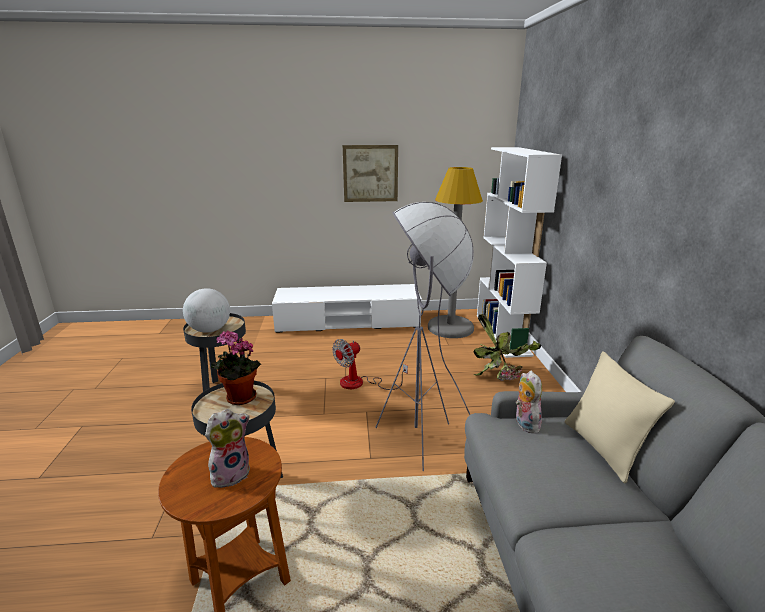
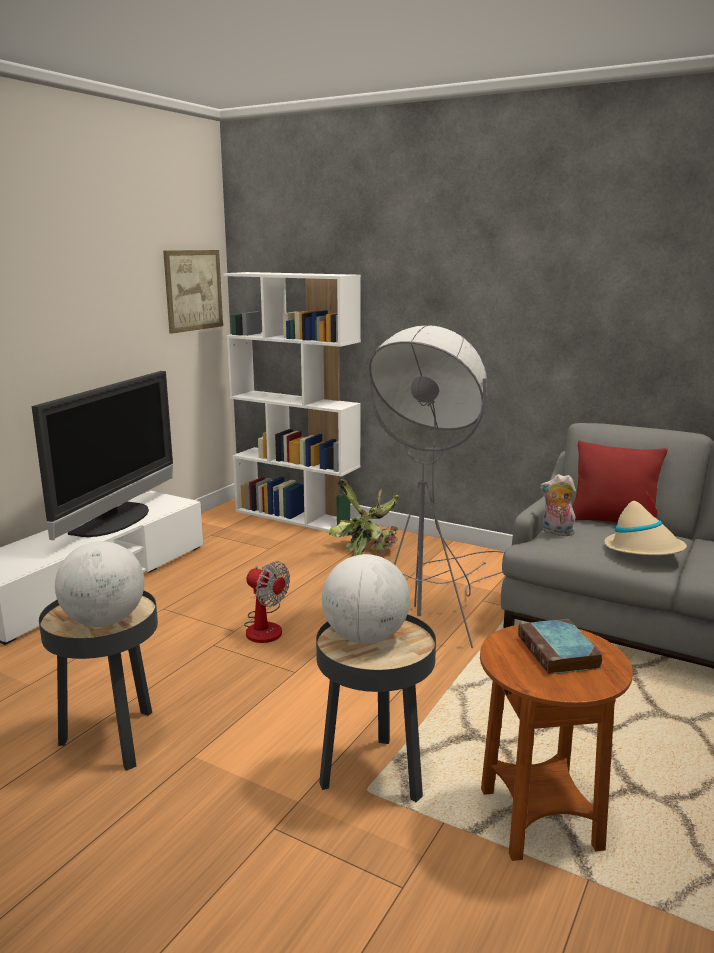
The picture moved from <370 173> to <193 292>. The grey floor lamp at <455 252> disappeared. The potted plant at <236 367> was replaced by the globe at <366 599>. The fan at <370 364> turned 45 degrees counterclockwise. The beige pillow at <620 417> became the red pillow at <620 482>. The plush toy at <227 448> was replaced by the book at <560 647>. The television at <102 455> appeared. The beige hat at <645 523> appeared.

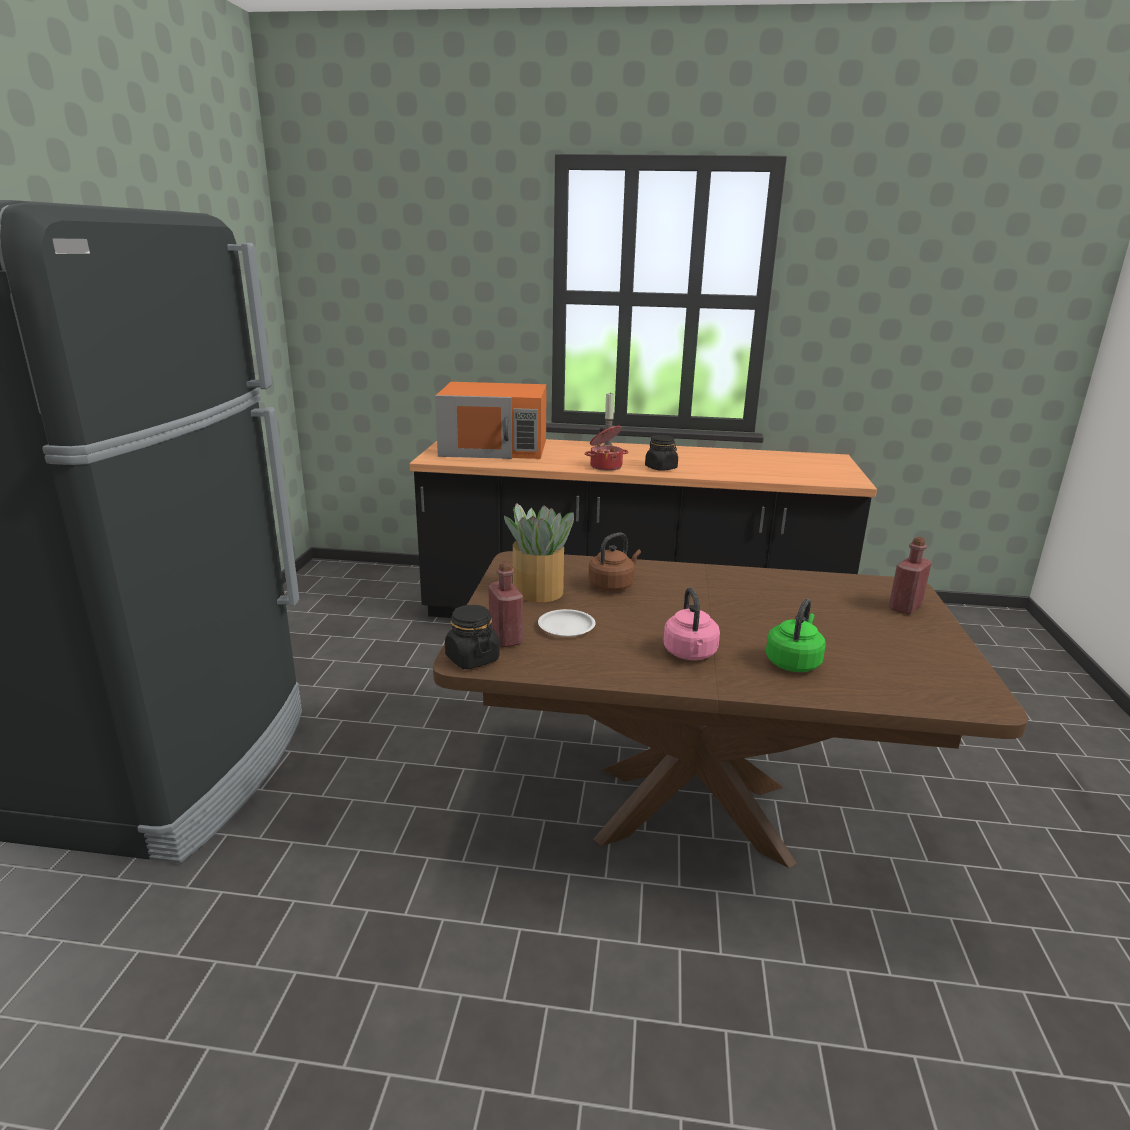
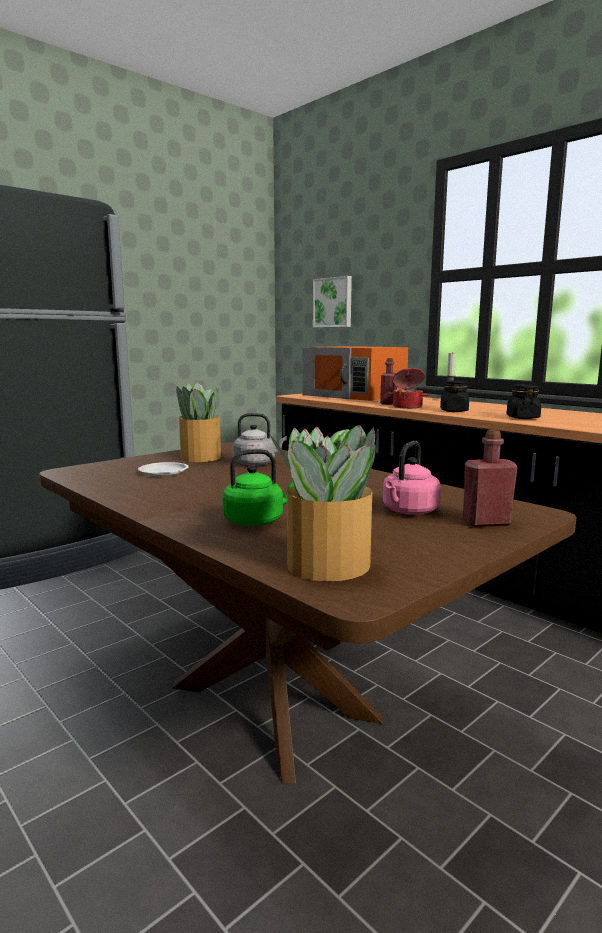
The brown kettle at <614 562> became the grey kettle at <260 439>. The red bottle moved from <505 604> to <388 381>. The pink kettle moved from <692 623> to <412 478>. The black jar moved from <472 637> to <524 401>. The picture at <332 301> appeared. The potted plant at <323 503> appeared.

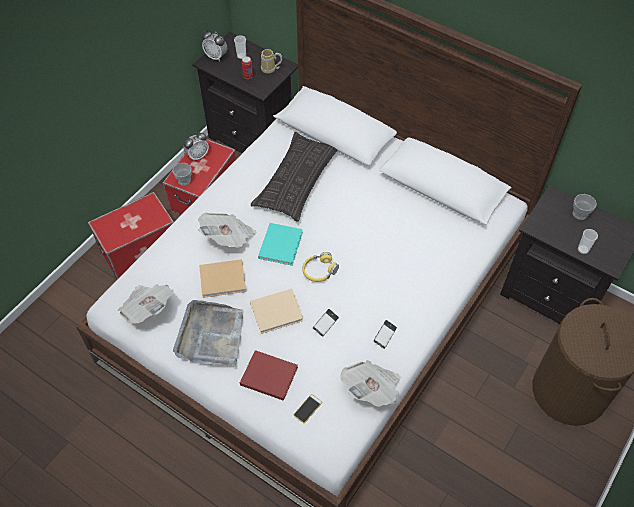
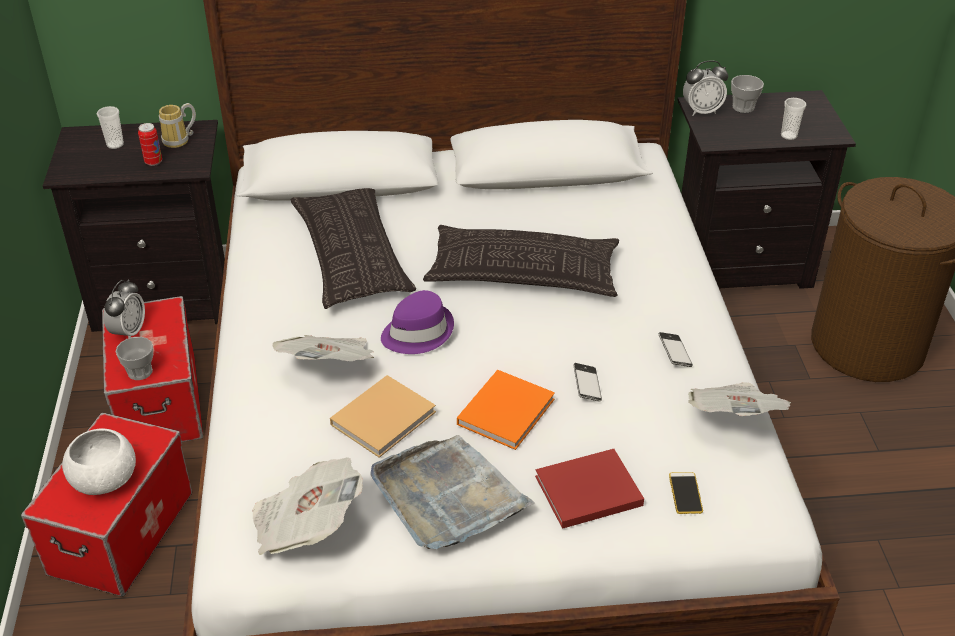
The alarm clock moved from <214 46> to <705 88>. The turquoise book at <280 244> was replaced by the purple hat at <417 322>. The yellow headphones at <320 267> disappeared. The beige book at <276 311> became the orange book at <506 410>. The pillow at <521 261> appeared. The white bowl at <99 462> appeared.

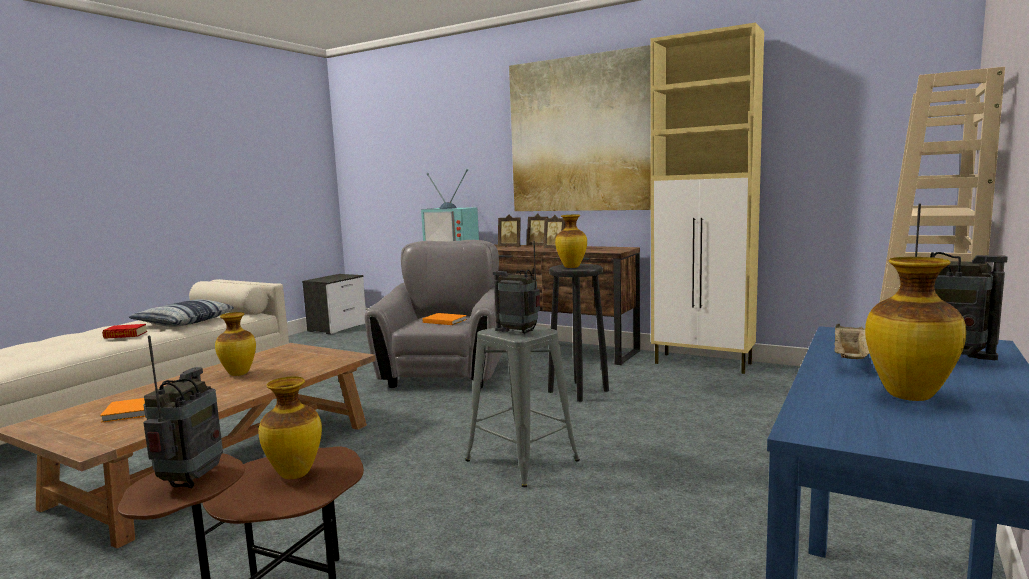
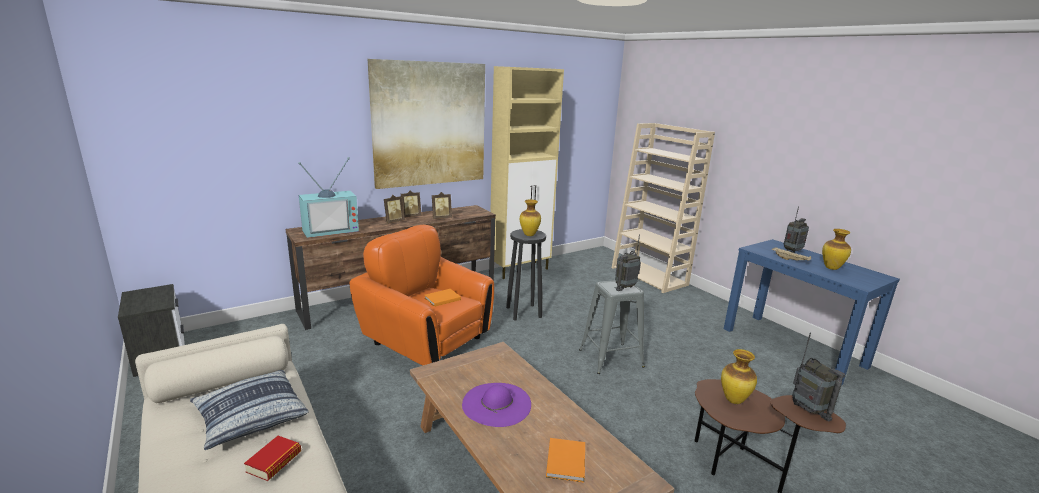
The grey armchair at <434 314> became the orange armchair at <422 295>. The vase at <235 344> was replaced by the purple hat at <496 405>. The radio at <183 412> turned 150 degrees counterclockwise.

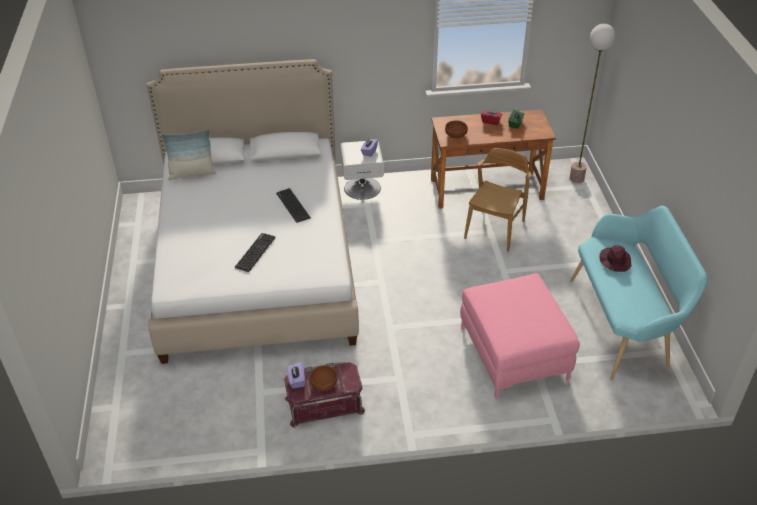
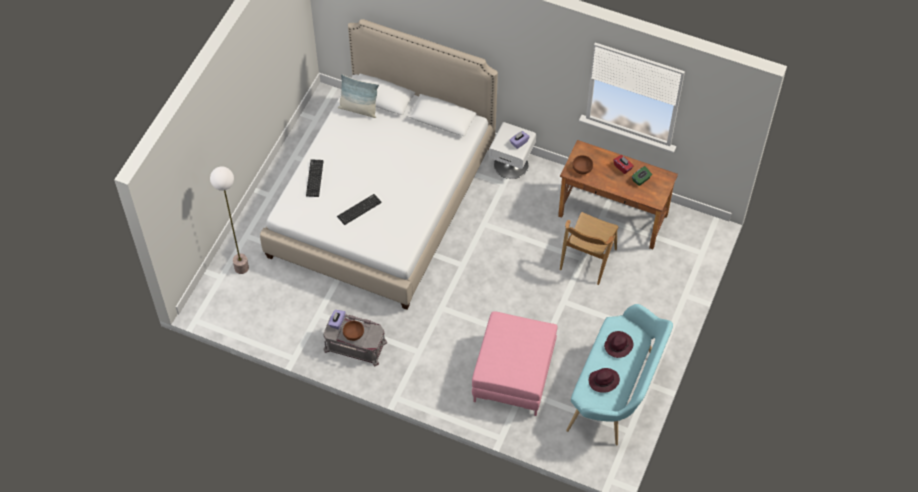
The floor lamp moved from <593 103> to <229 220>. The brown chair at <497 200> turned 150 degrees clockwise. The keyboard moved from <293 205> to <315 178>. The red storage box at <324 395> became the grey storage box at <355 340>. The purple hat at <604 380> appeared.

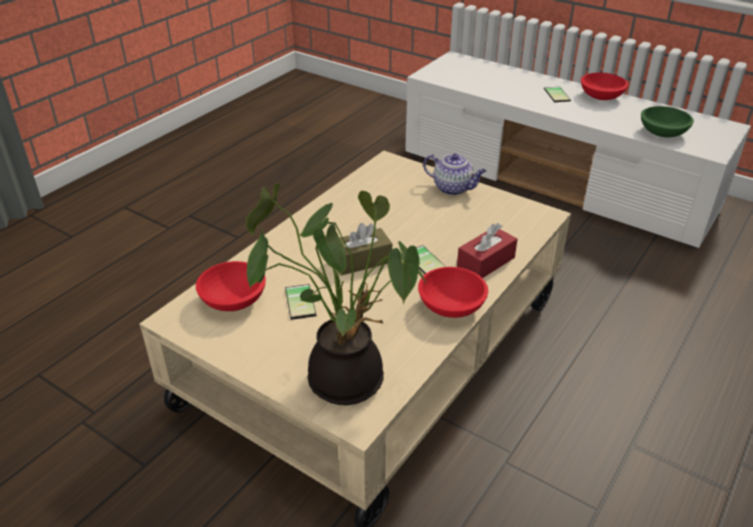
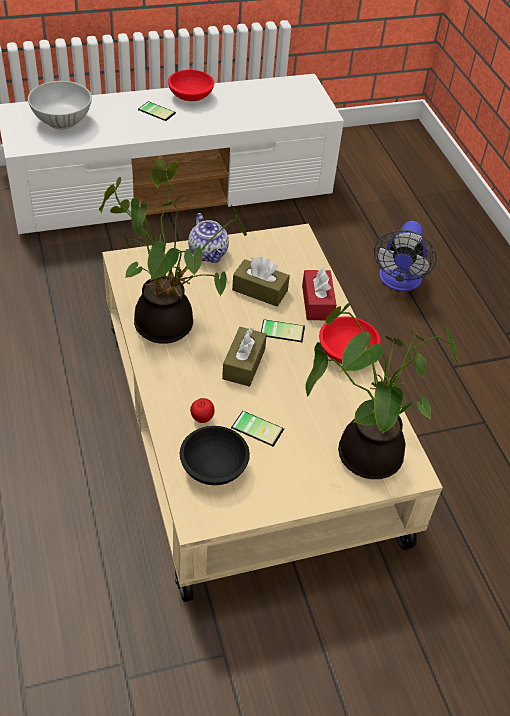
The green bowl at <667 121> disappeared. The teapot at <454 174> turned 90 degrees clockwise. The red bowl at <231 286> became the black bowl at <215 455>. The white bowl at <60 105> appeared. The potted plant at <172 251> appeared. The fan at <405 256> appeared. The brown tissue box at <261 282> appeared. The apple at <202 410> appeared.

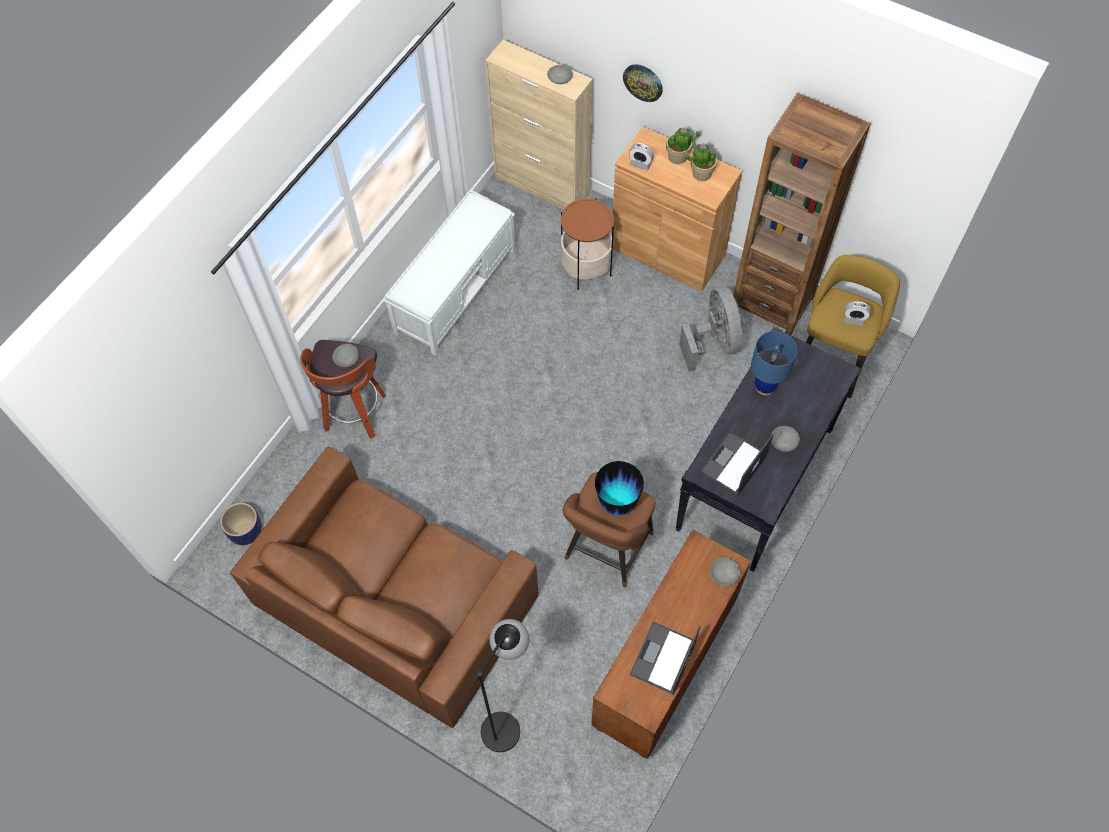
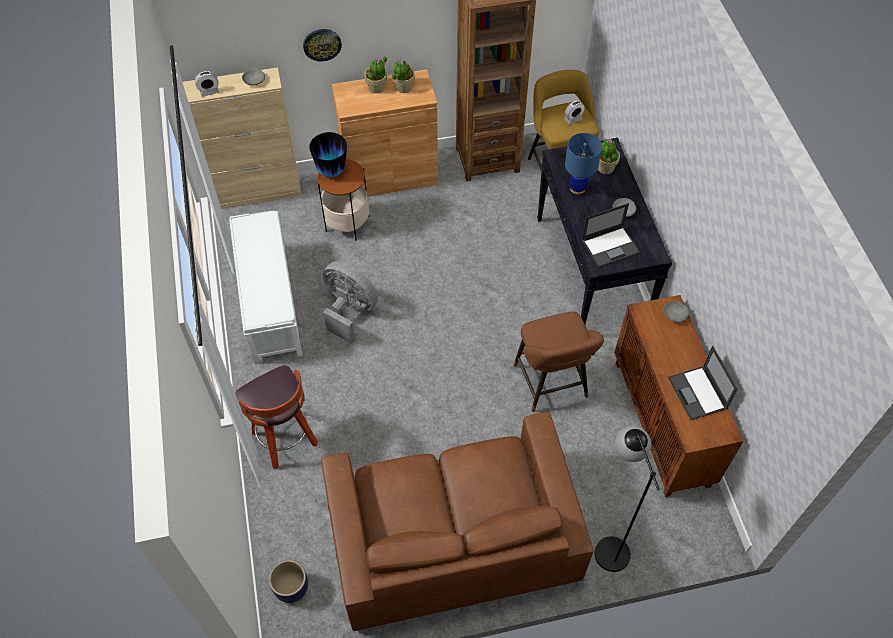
The alarm clock moved from <641 157> to <207 84>. The grey fan moved from <711 329> to <350 302>. The grey bowl at <345 355> disappeared. The laptop at <737 463> turned 105 degrees counterclockwise. The vase moved from <619 488> to <328 154>. The potted plant at <609 156> appeared.

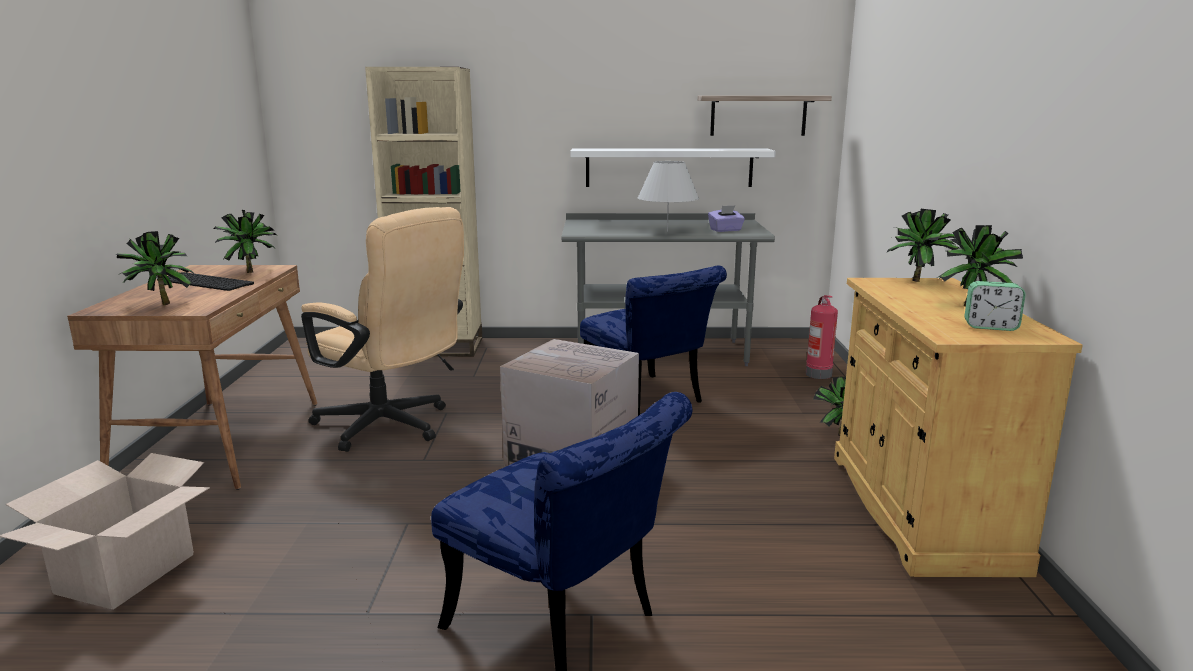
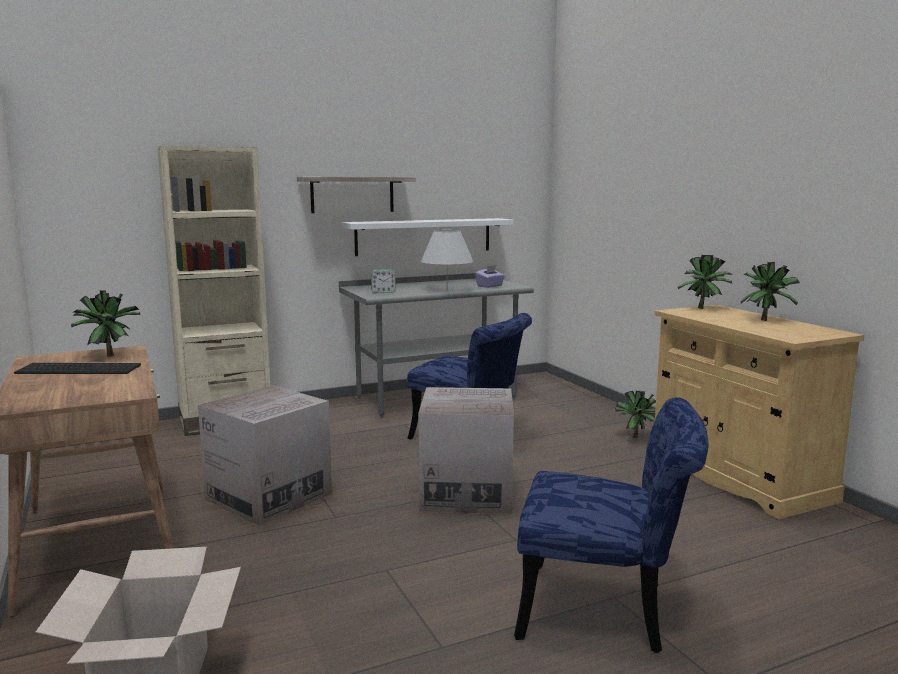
The shelf moved from <764 116> to <356 195>. The beige office chair at <382 329> was replaced by the cardboard box at <265 455>. The potted plant at <155 268> disappeared. The alarm clock moved from <995 306> to <383 281>. The fire extinguisher at <822 337> disappeared.

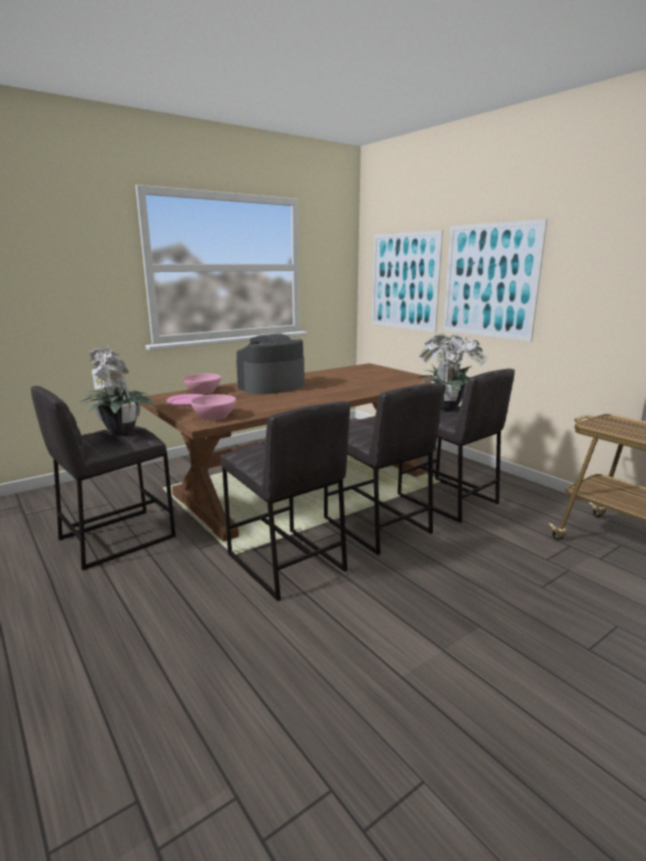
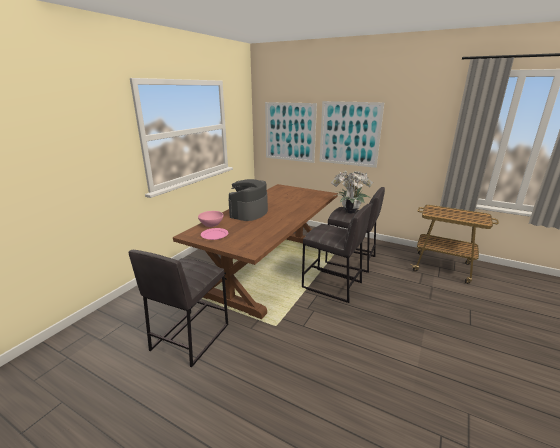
The potted plant at <116 390> disappeared. The pink bowl at <213 407> disappeared. The grey stool at <285 501> disappeared.

